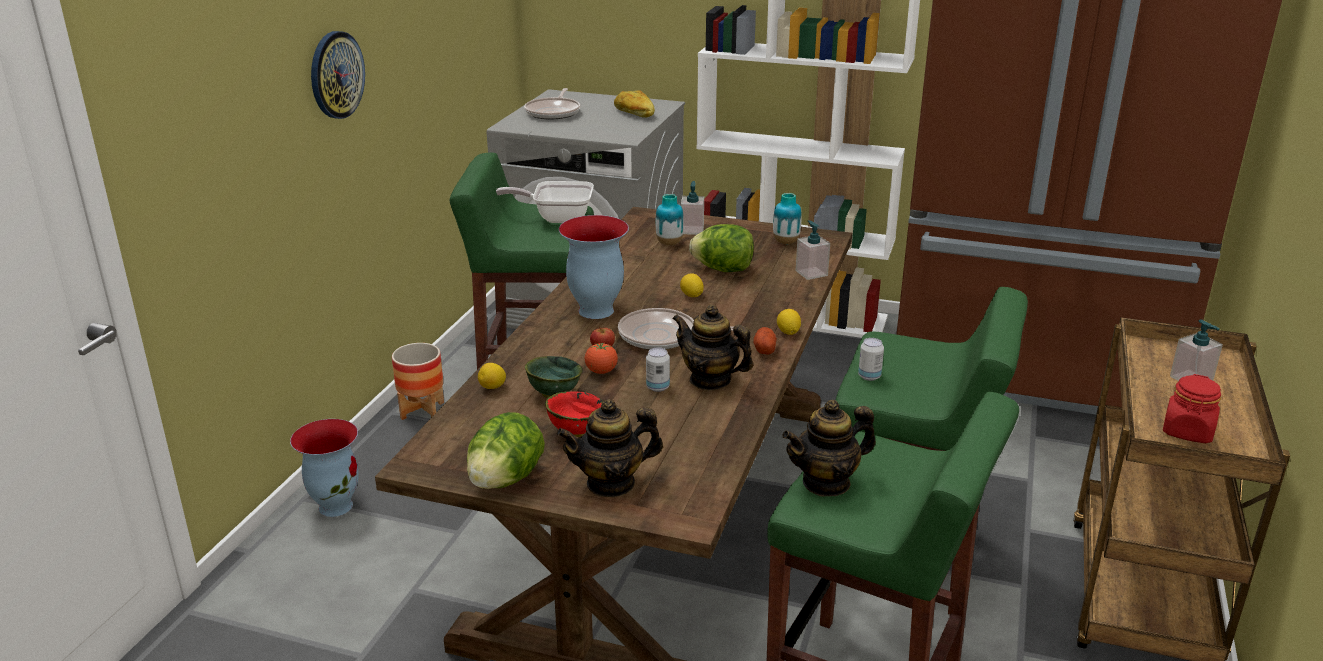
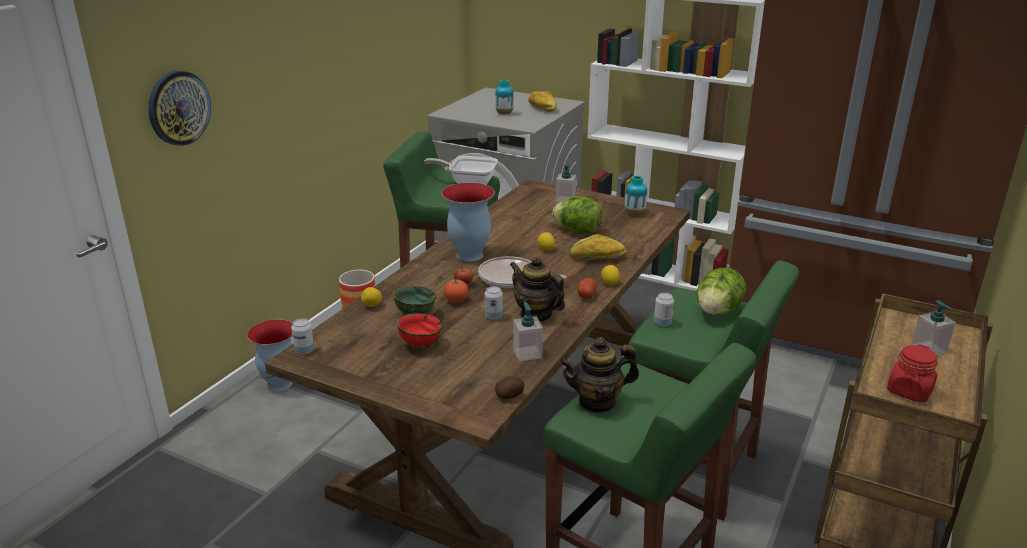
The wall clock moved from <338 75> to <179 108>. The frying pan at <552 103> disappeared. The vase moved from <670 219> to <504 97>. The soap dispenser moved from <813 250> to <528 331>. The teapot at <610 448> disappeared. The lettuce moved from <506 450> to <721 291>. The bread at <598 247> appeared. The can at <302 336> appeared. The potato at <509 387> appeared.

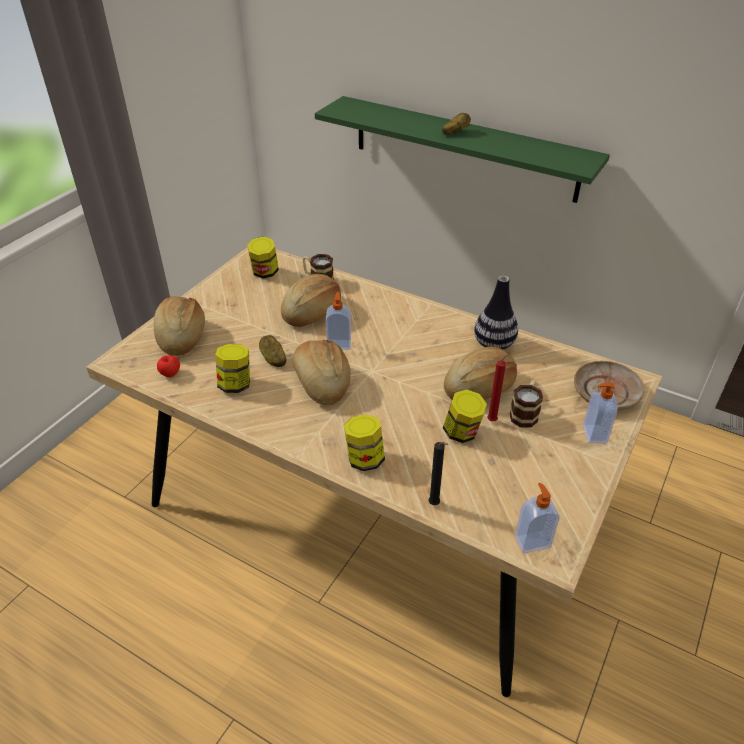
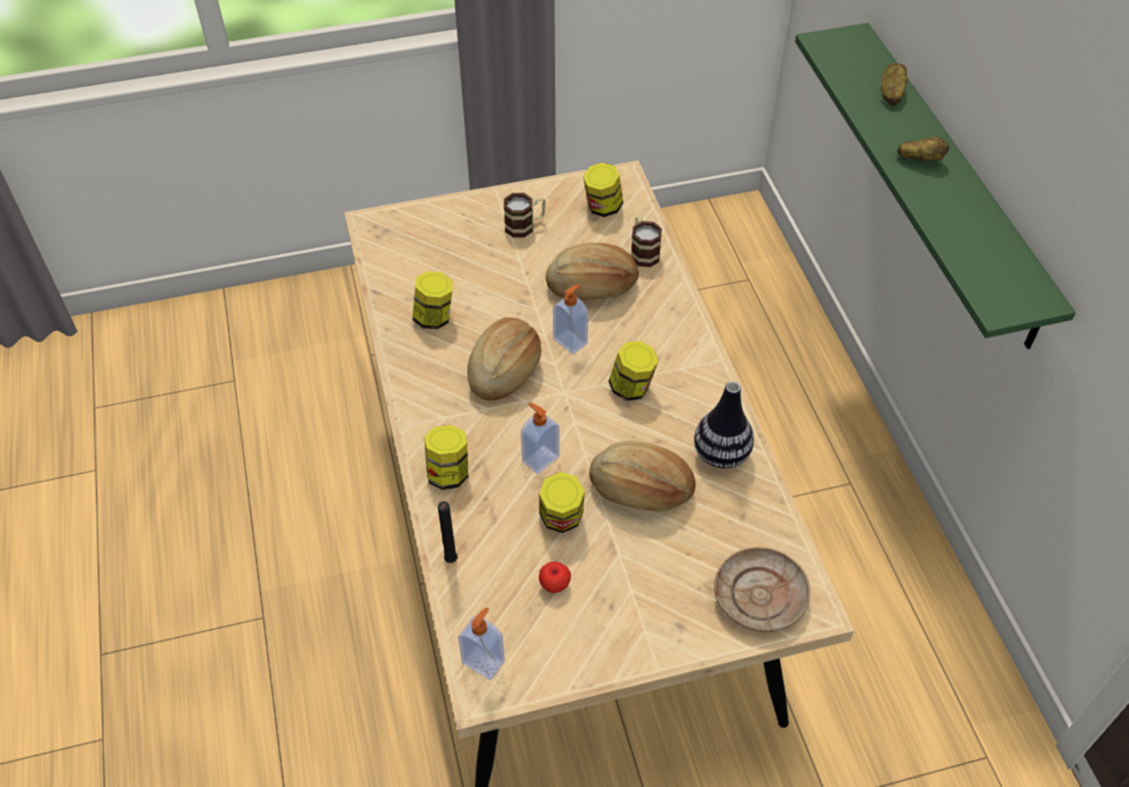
The bread at <179 326> disappeared. The potato moved from <273 351> to <894 84>. The red candle at <498 387> disappeared. The apple moved from <168 366> to <555 577>. The mug moved from <526 403> to <525 215>. The soap dispenser moved from <600 413> to <540 438>. The jar at <634 371> appeared.

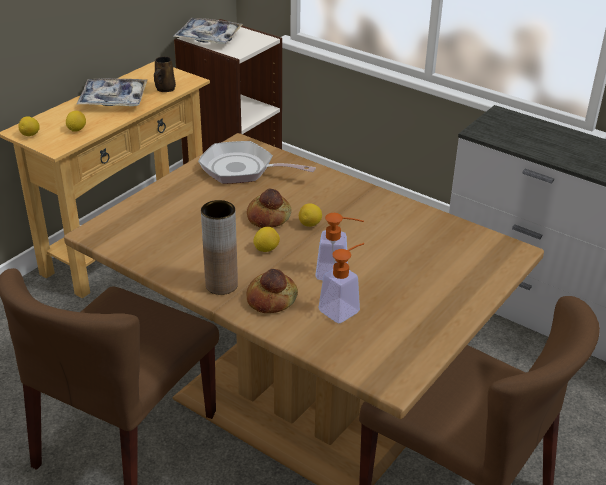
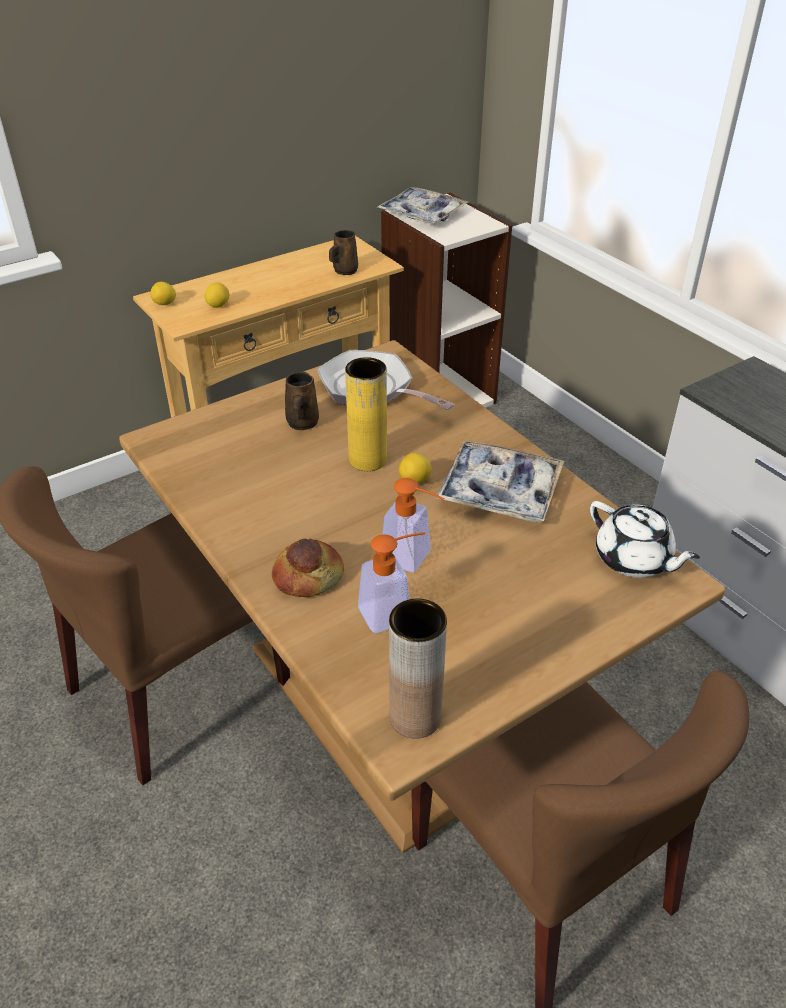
The tray moved from <111 92> to <500 481>. The bread at <269 208> was replaced by the yellow vase at <366 414>. The brown vase moved from <219 247> to <418 669>. The lemon at <266 239> disappeared. The brown mug at <302 401> appeared. The white teapot at <645 539> appeared.

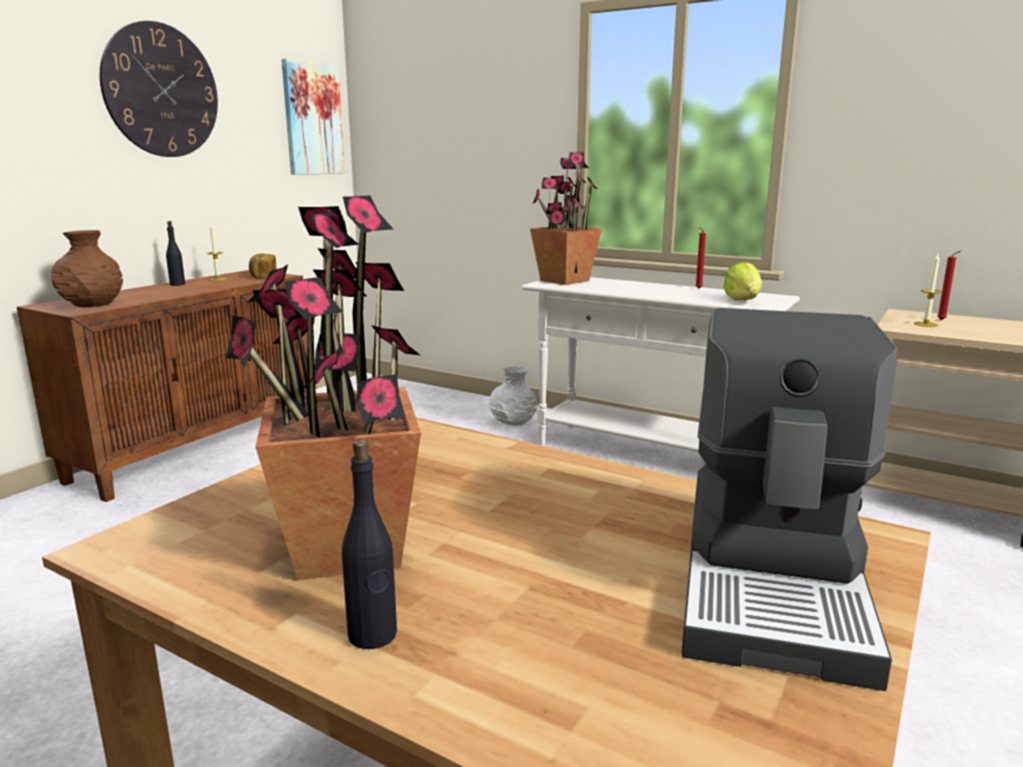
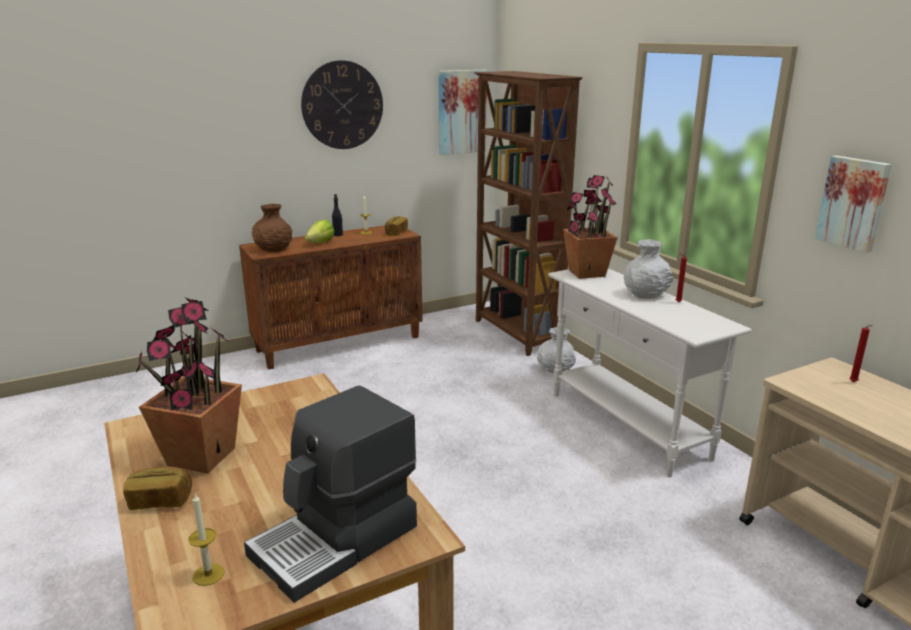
The candle moved from <928 290> to <206 540>. The lettuce moved from <742 281> to <319 231>. The black bottle at <369 544> was replaced by the bread at <157 488>. The brown bookcase at <528 213> appeared. The picture at <853 204> appeared. The white vase at <648 269> appeared.

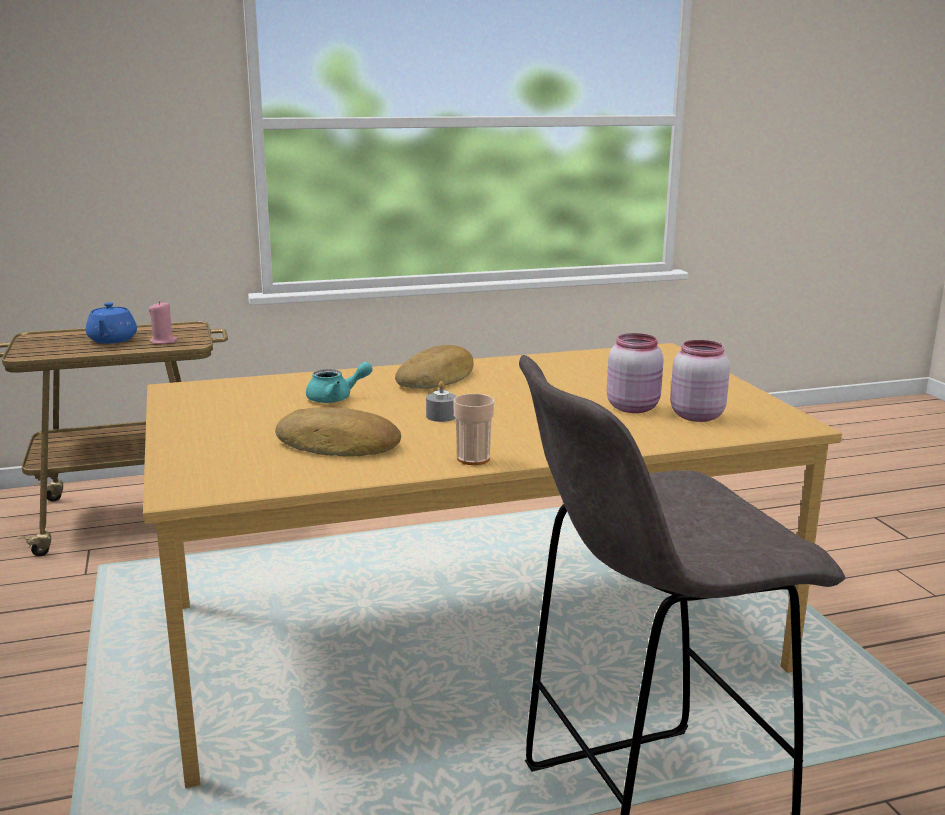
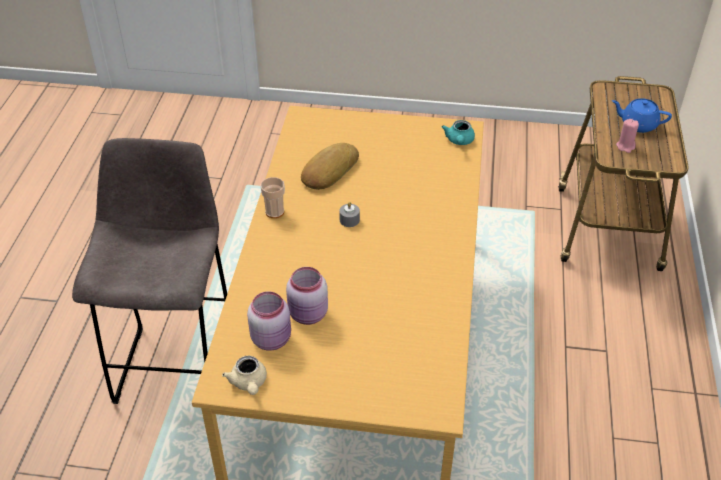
The bread at <434 367> disappeared. The turquoise teapot moved from <339 382> to <458 132>. The beige teapot at <244 375> appeared.

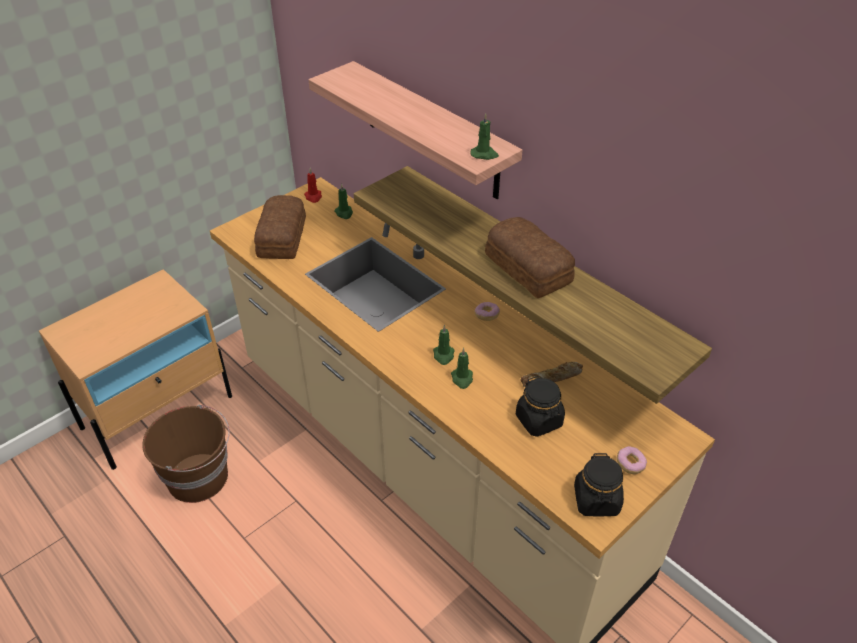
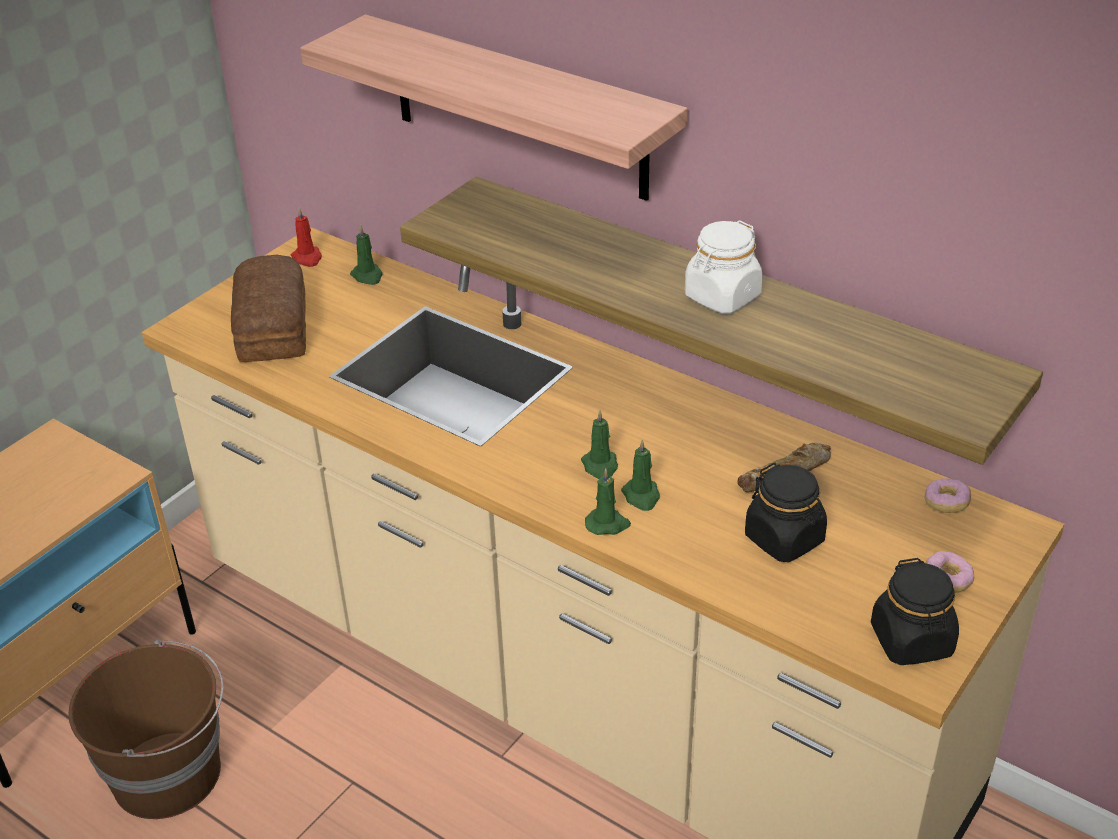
The green candle moved from <484 136> to <608 501>. The bread at <530 257> was replaced by the white jar at <724 267>. The donut moved from <487 311> to <948 495>.

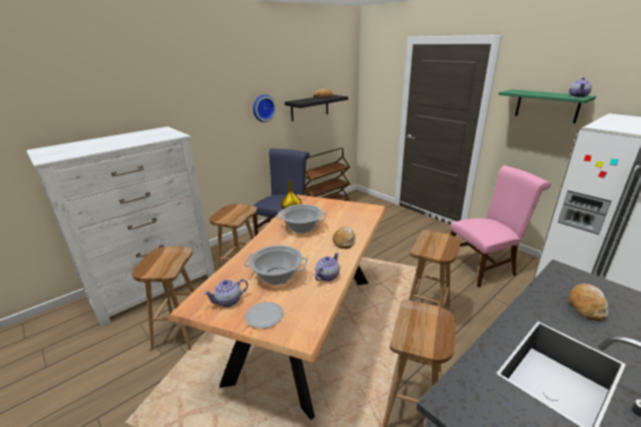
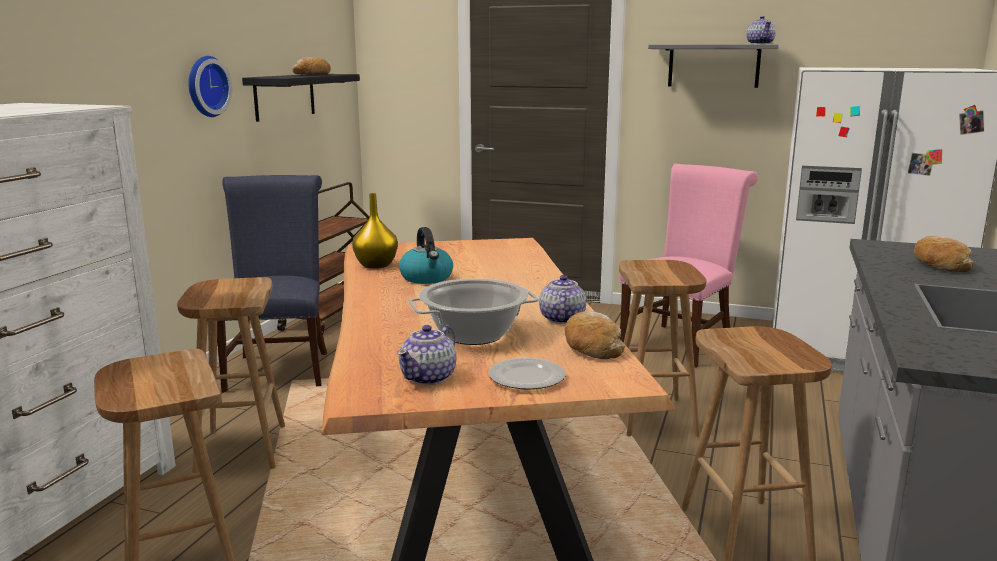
The green shelf at <547 106> became the grey shelf at <713 66>. The cooking pot at <301 218> was replaced by the kettle at <426 255>. The bread moved from <344 237> to <594 335>.

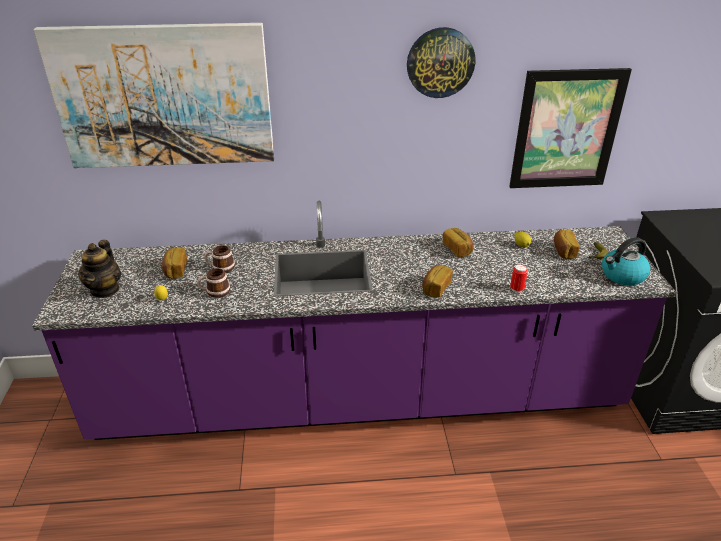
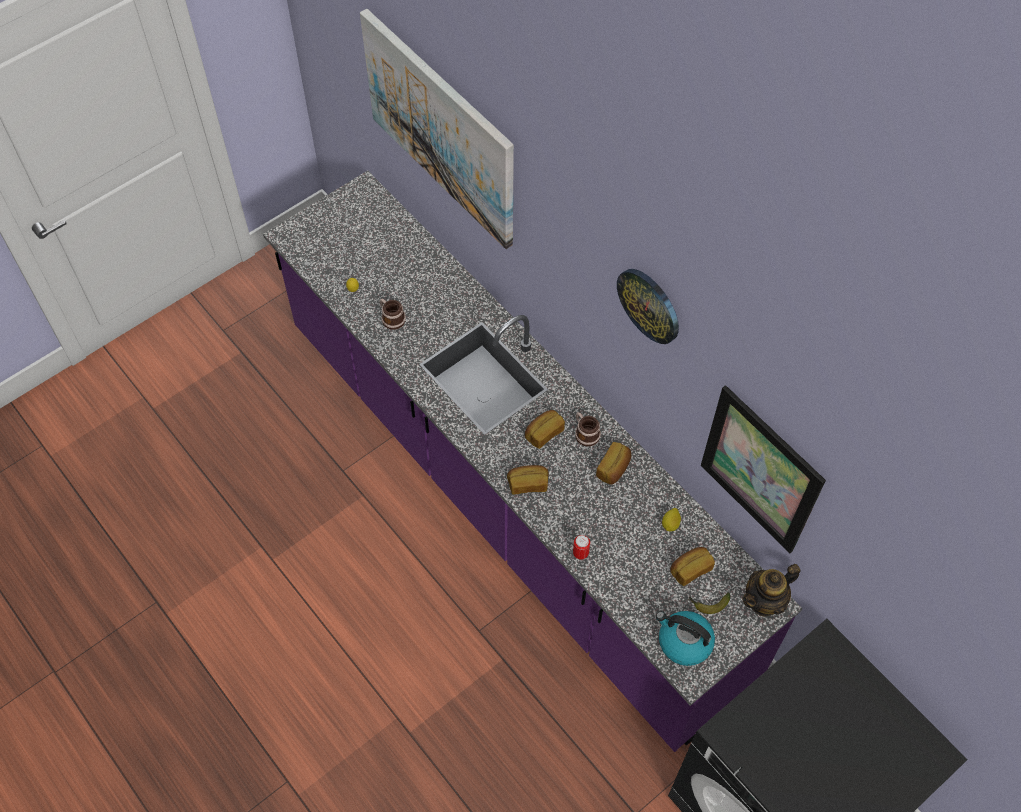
The teapot moved from <99 269> to <771 590>. The mug moved from <219 259> to <588 429>. The bread moved from <174 263> to <545 429>.

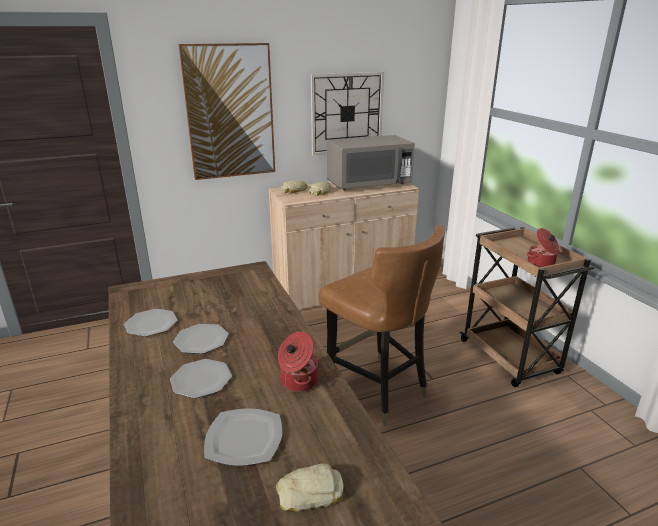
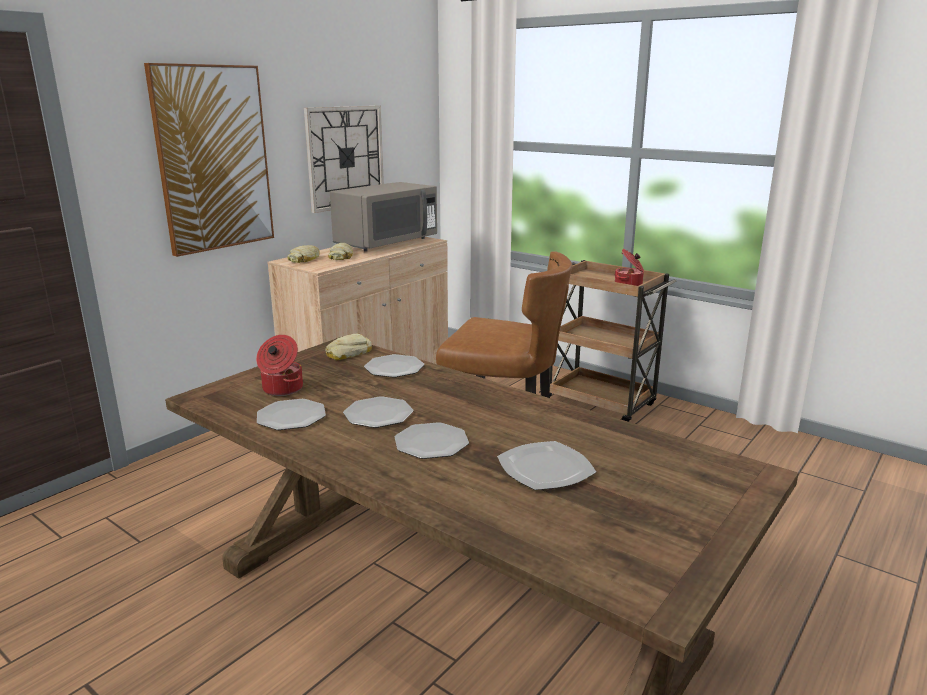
The cooking pot moved from <298 362> to <279 365>. The bread moved from <310 487> to <348 347>. The plate at <394 365> appeared.

